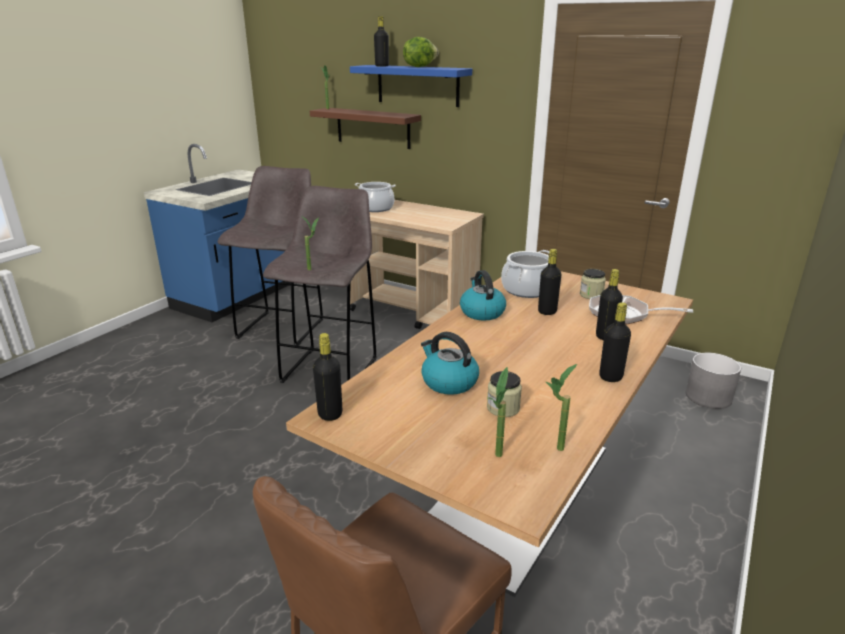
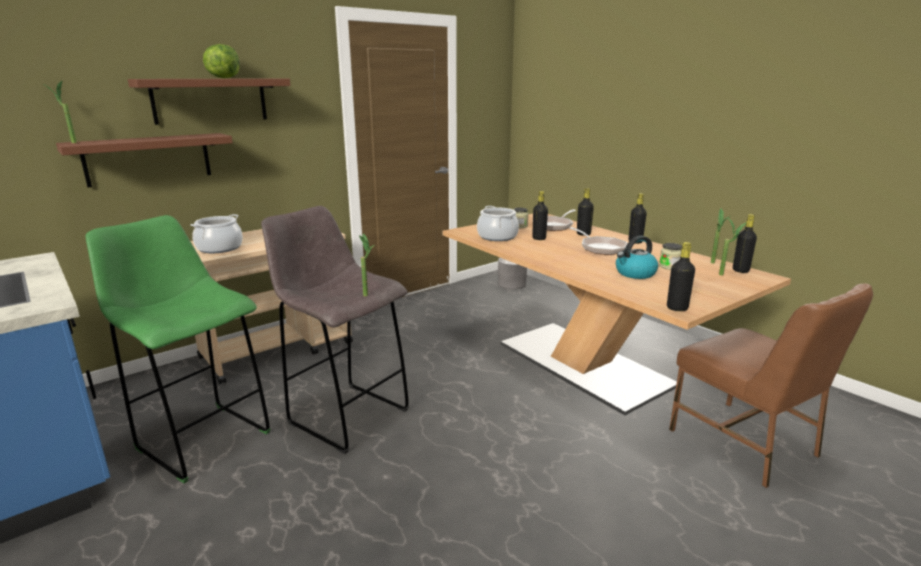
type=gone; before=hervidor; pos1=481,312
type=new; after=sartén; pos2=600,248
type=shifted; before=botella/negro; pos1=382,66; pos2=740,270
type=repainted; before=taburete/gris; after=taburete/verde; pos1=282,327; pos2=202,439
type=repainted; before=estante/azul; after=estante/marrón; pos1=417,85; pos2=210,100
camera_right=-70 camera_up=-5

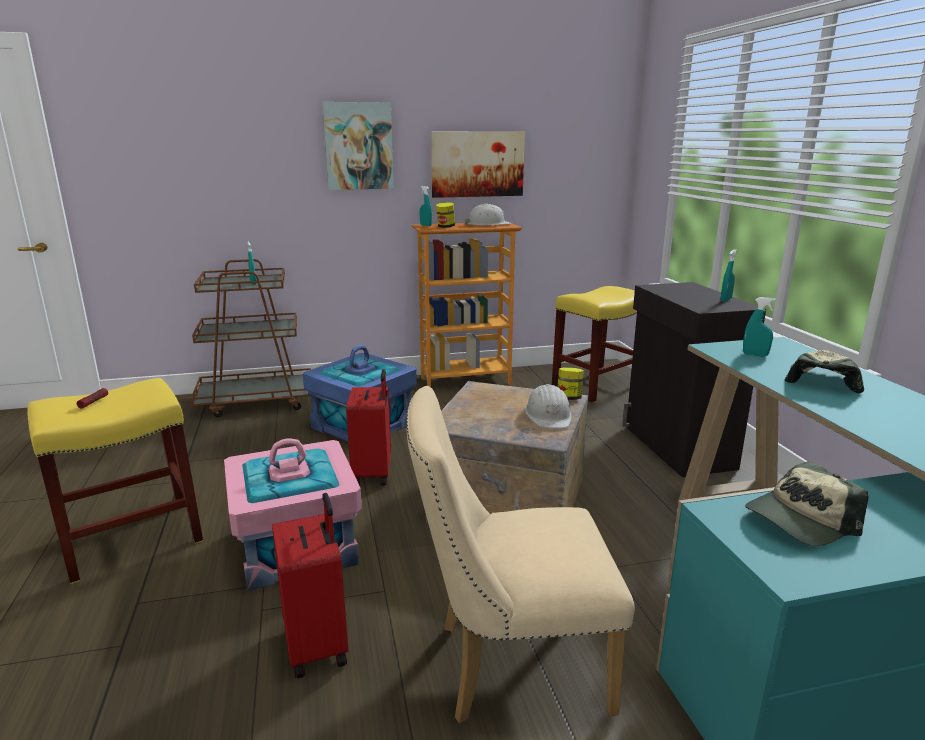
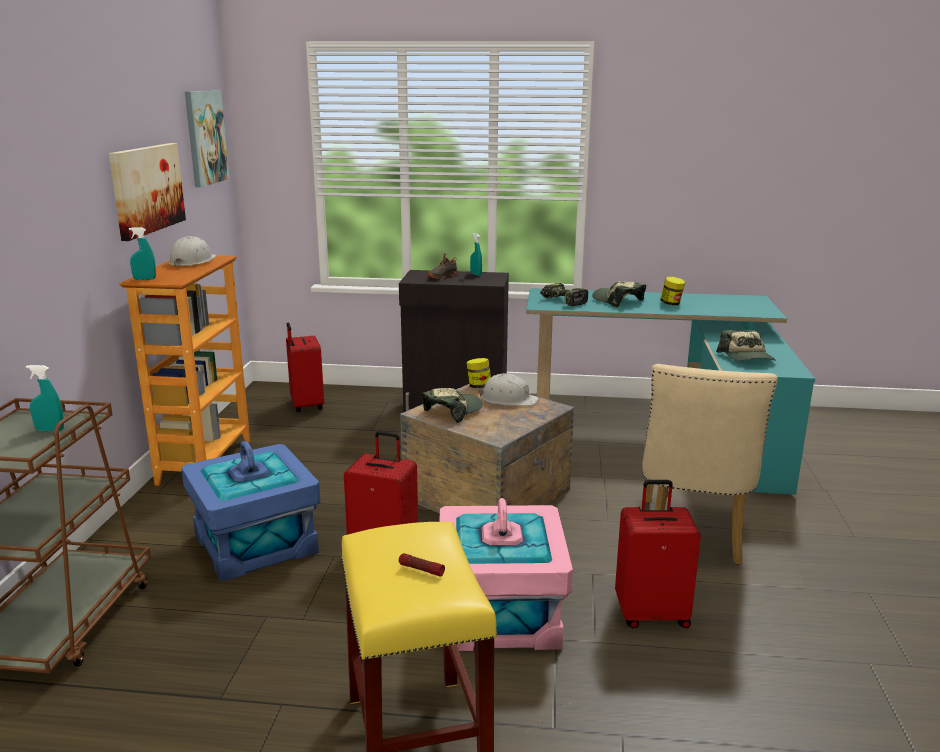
type=new; after=gorra; pos2=452,411
type=new; after=zapato/negro; pos2=441,276
type=shifted; before=cuadro; pos1=358,146; pos2=205,137
type=shifted; before=tarro; pos1=445,227; pos2=671,304
type=swapped; before=taburete/amarillo; after=maleta/rojo; pos1=596,386; pos2=305,406
type=swapped; before=pulverizador/turquesa; after=taladro; pos1=755,355; pos2=562,301
camera_right=-70 camera_up=0

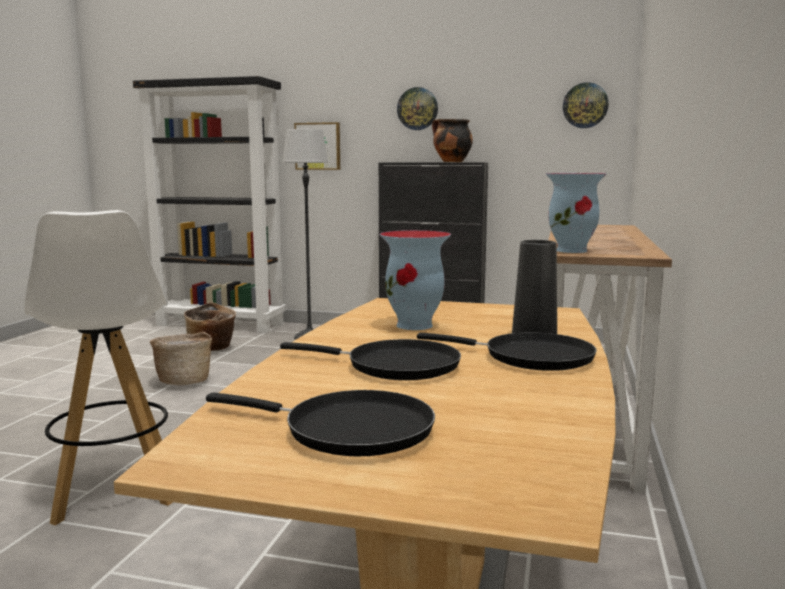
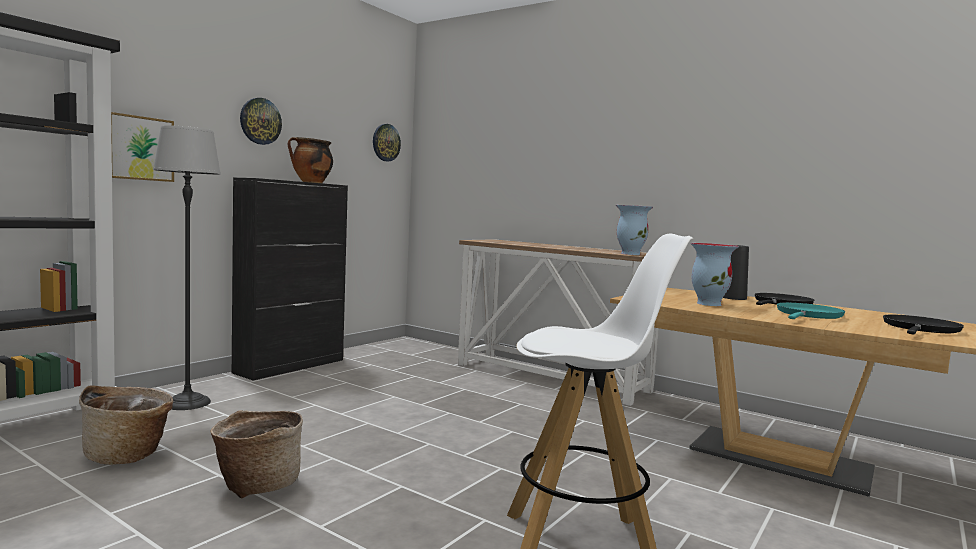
type=repainted; before=sartén/negro; after=sartén/turquesa; pos1=395,366; pos2=808,315
camera_right=-70 camera_up=-5

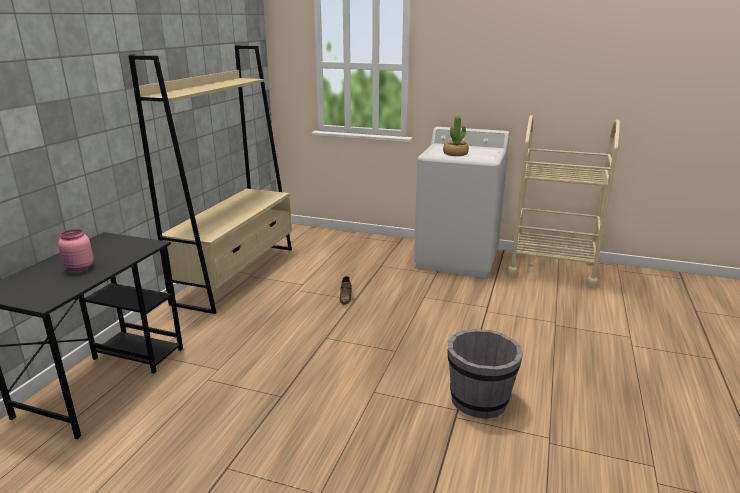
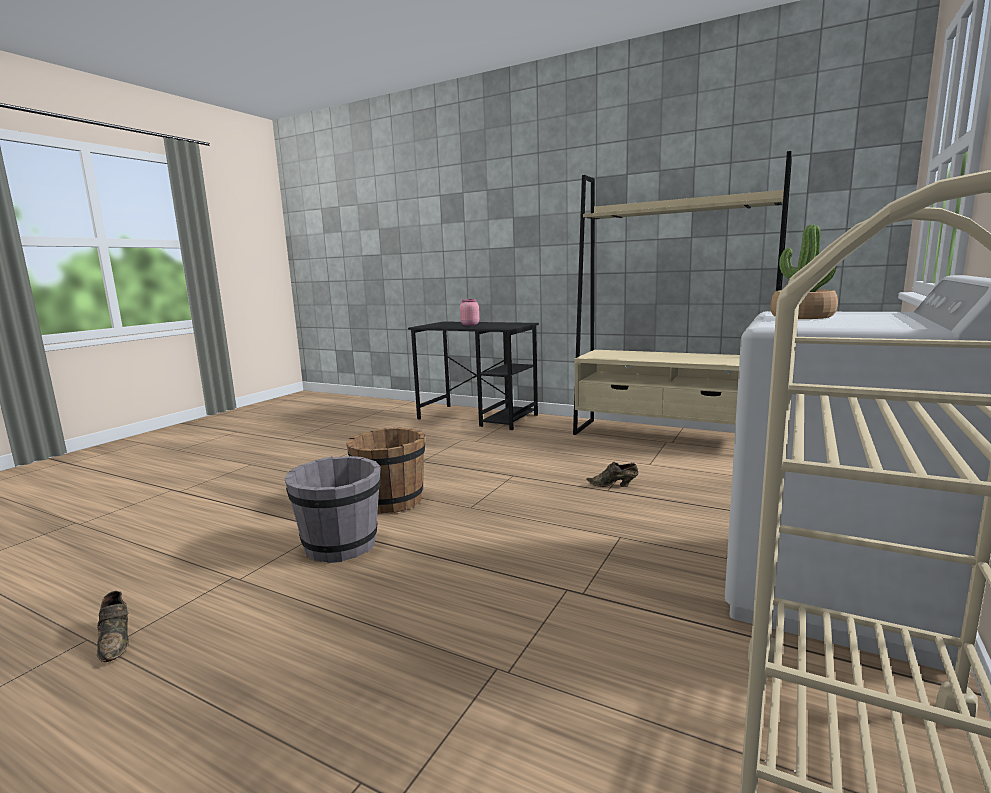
type=new; after=zapato/marrón; pos2=116,641
type=new; after=cubo/marrón; pos2=391,502
camera_right=100 camera_up=-10

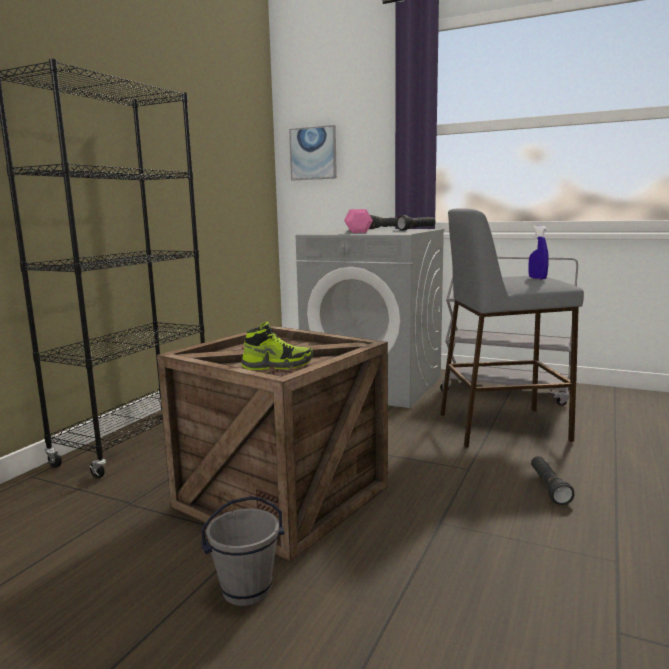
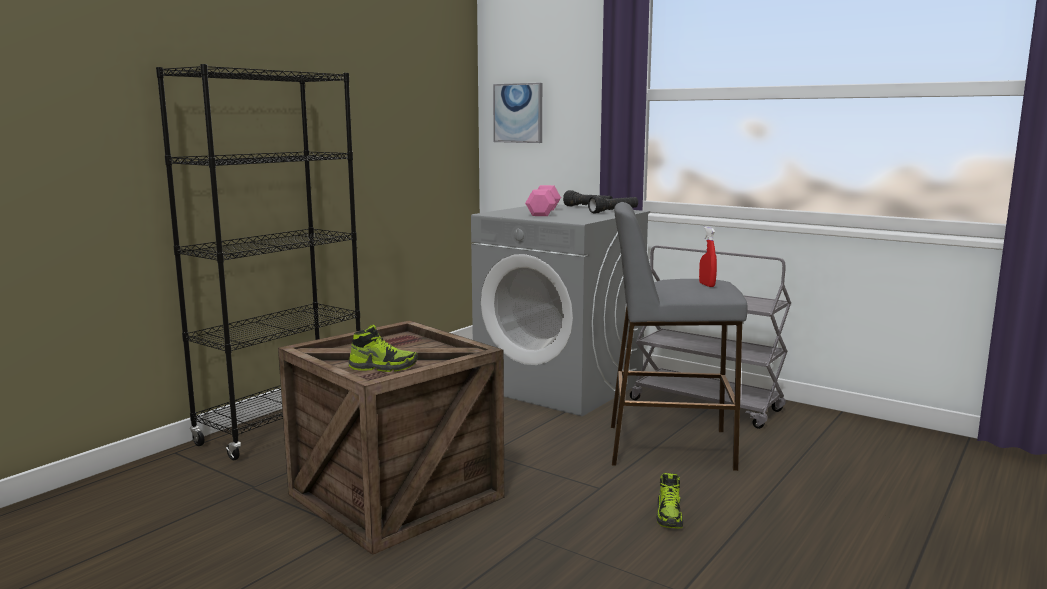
type=gone; before=cubo/gris; pos1=247,591
type=swapped; before=linterna/negro; after=zapato; pos1=548,488; pos2=669,516
type=repainted; before=pulverizador/azul; after=pulverizador/rojo; pos1=537,278; pos2=707,285
camera_right=10 camera_up=0

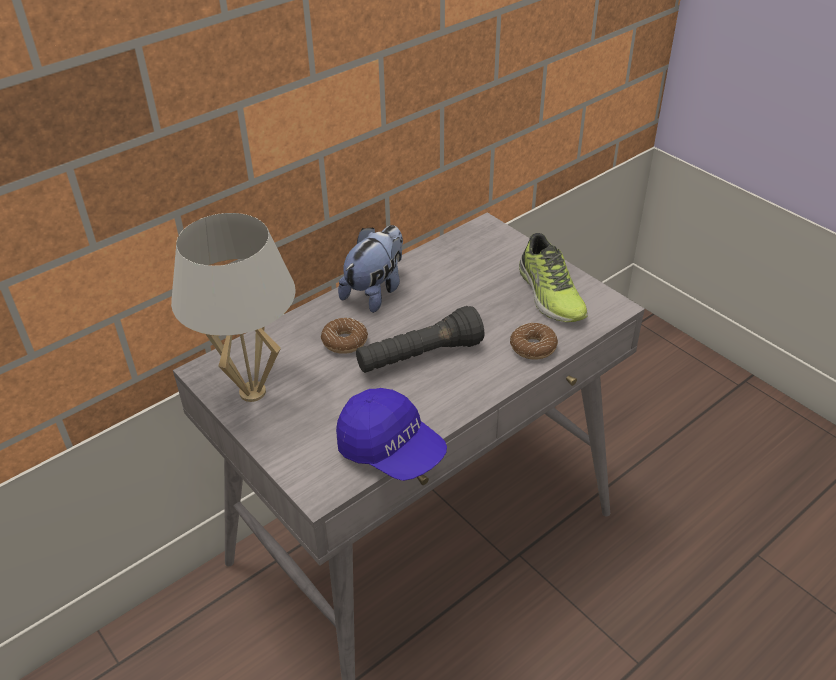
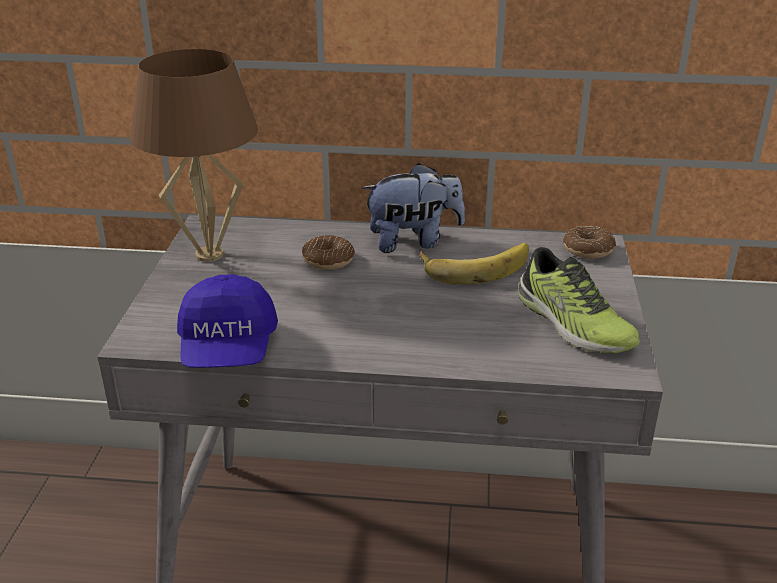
type=gone; before=linterna/negro; pos1=419,357
type=new; after=plátano; pos2=474,265
type=shifted; before=rosquilla; pos1=533,347; pos2=588,250
type=repainted; before=lámpara de mesa/blanco; after=lámpara de mesa/marrón; pos1=253,392; pos2=209,255
type=rotated; before=zapato; pos1=549,294; pos2=572,323; turn=-60
camera_right=45 camera_up=-10

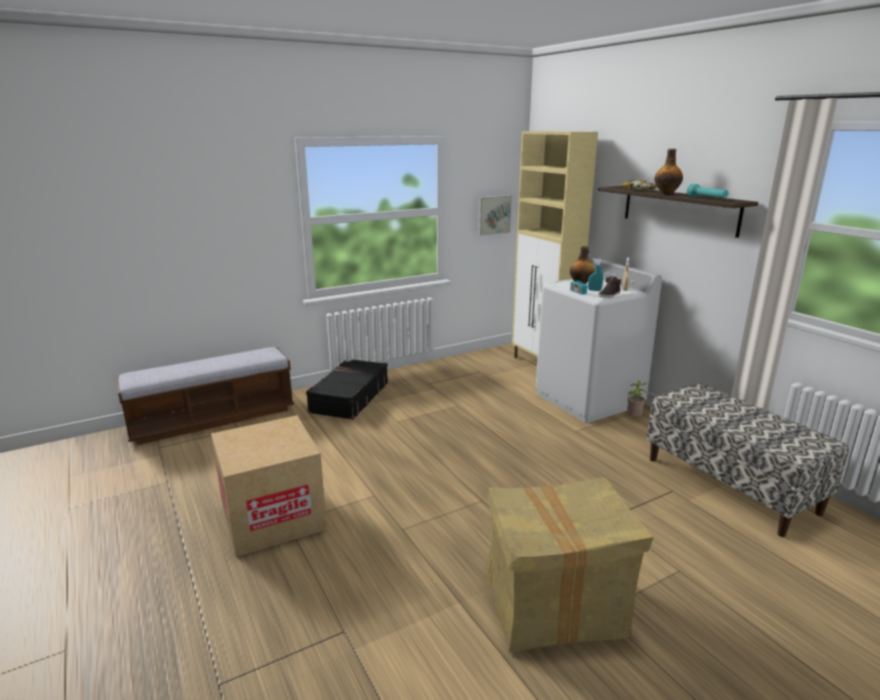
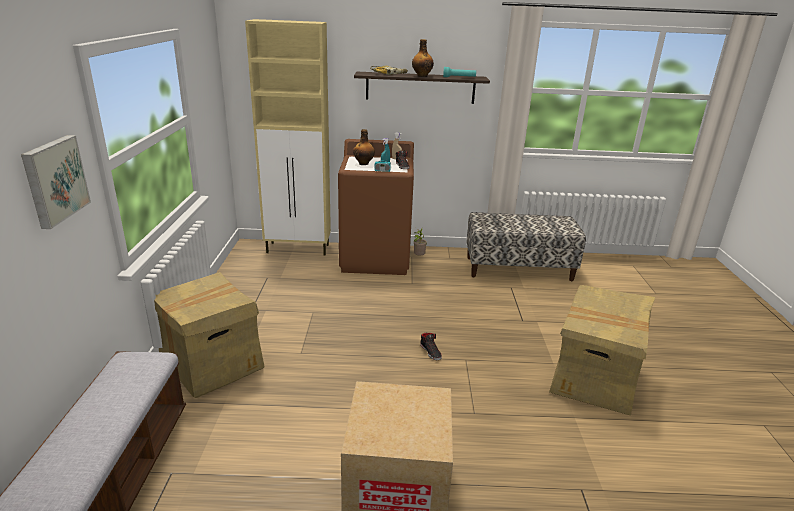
type=new; after=zapato/negro; pos2=431,351
type=shifted; before=cuadro; pos1=493,214; pos2=54,180
type=swapped; before=maleta/negro; after=caja de cartón; pos1=349,397; pos2=212,363
type=repainted; before=lavadora/blanco; after=lavadora/marrón; pos1=589,400; pos2=376,258
camera_right=-60 camera_up=5

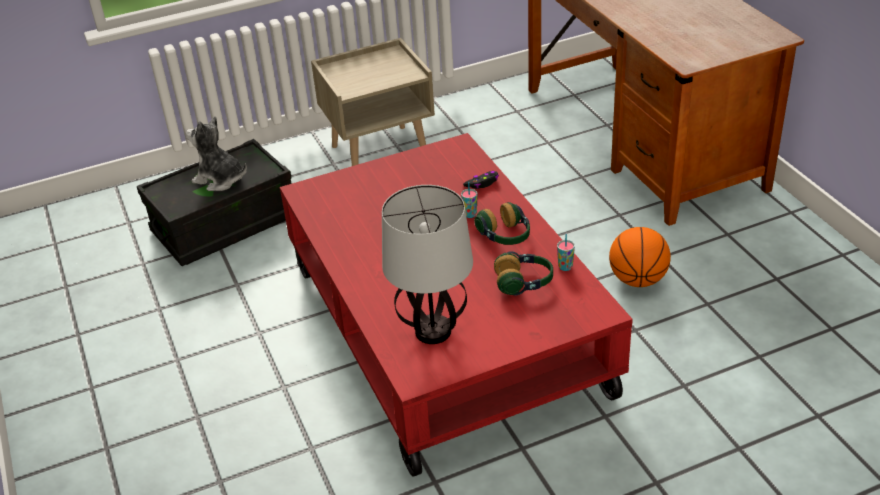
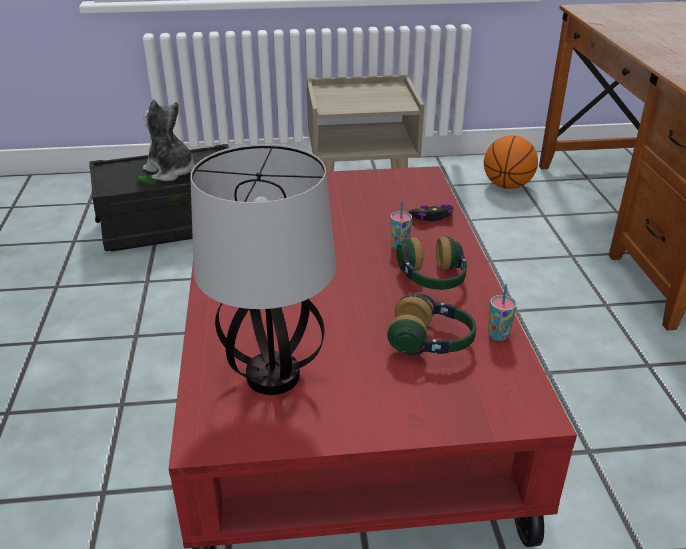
type=shifted; before=balón de baloncesto; pos1=637,280; pos2=507,186
camera_right=15 camera_up=-5

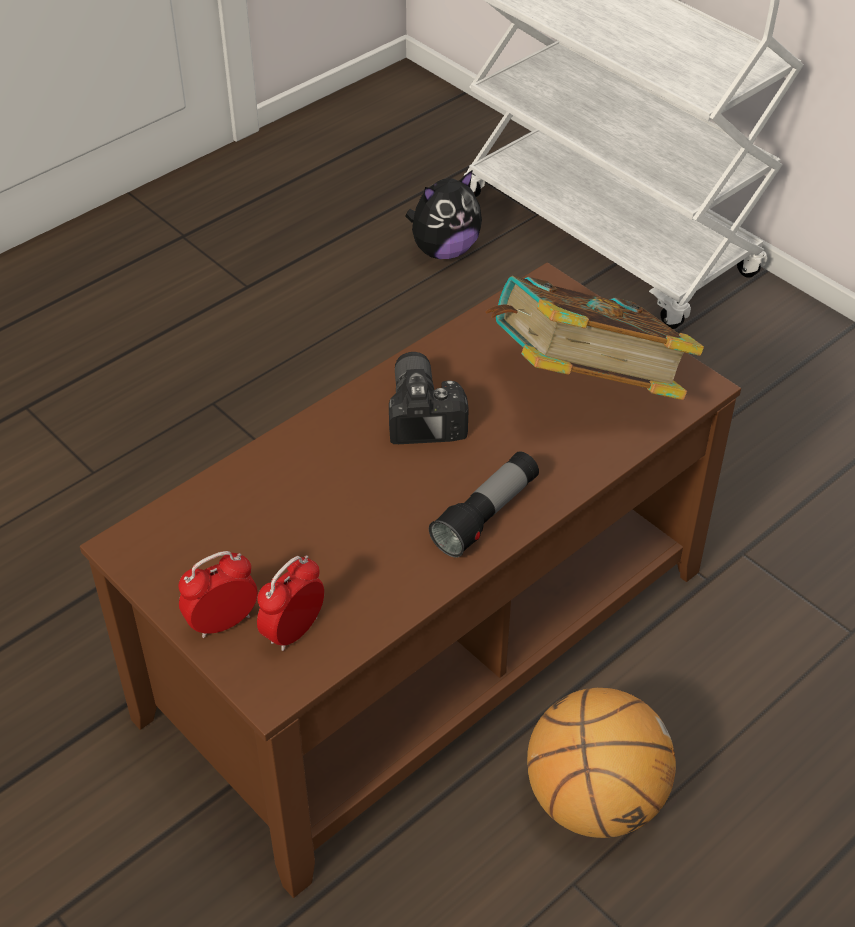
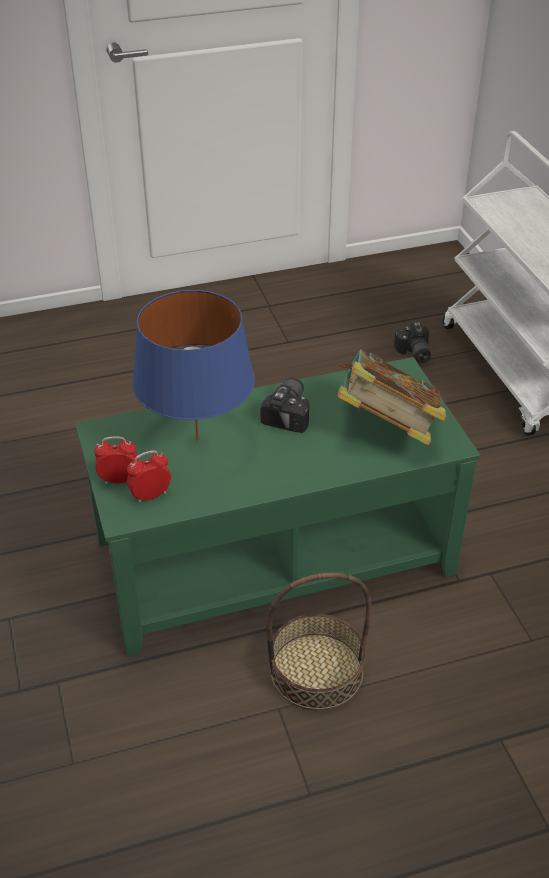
type=gone; before=linterna; pos1=486,515
type=new; after=lámpara de mesa/azul; pos2=197,440
type=swapped; before=peluche; after=cámara; pos1=444,250; pos2=413,353
type=swapped; before=balón de baloncesto; after=cesta; pos1=593,800; pos2=316,671
type=repainted; before=mesa de centro/marrón; after=mesa de centro/verde; pos1=427,644; pos2=274,557
camera_right=25 camera_up=-5

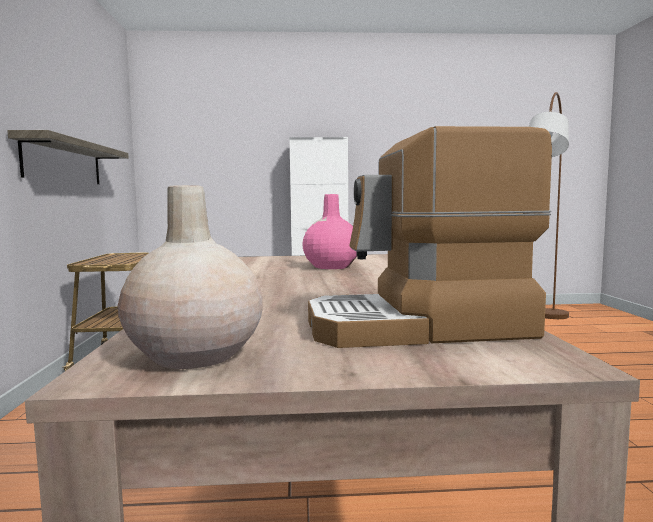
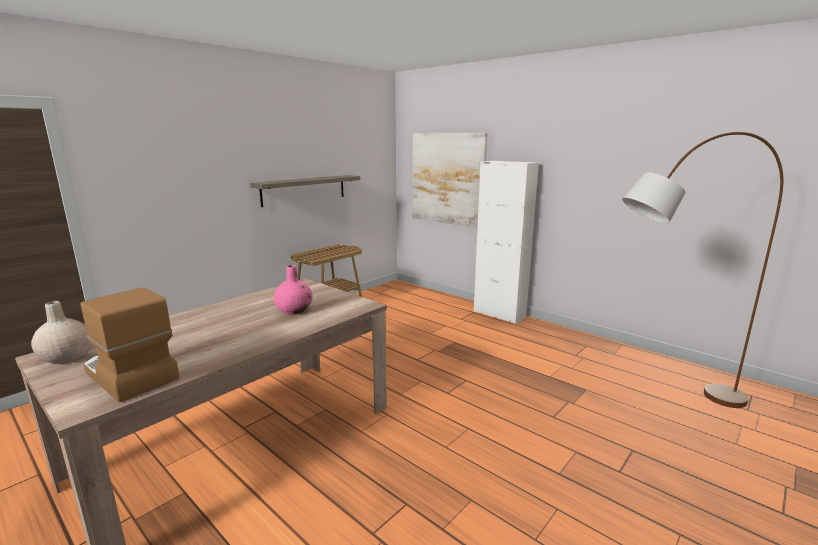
type=new; after=cuadro; pos2=447,179
camera_right=45 camera_up=10

